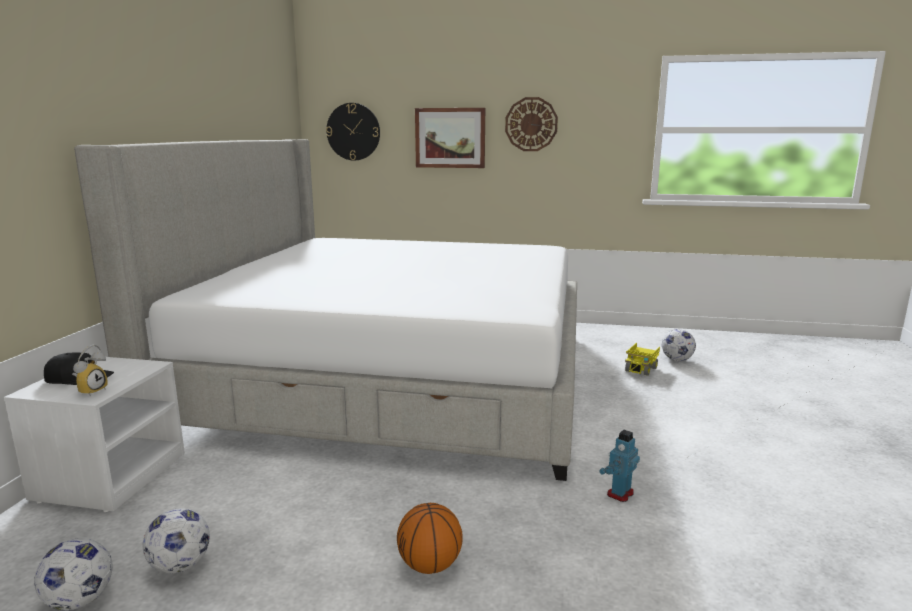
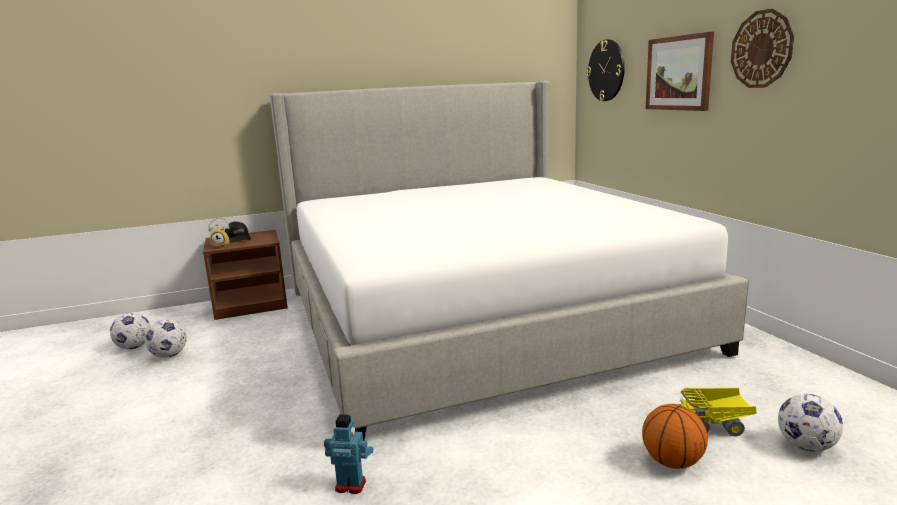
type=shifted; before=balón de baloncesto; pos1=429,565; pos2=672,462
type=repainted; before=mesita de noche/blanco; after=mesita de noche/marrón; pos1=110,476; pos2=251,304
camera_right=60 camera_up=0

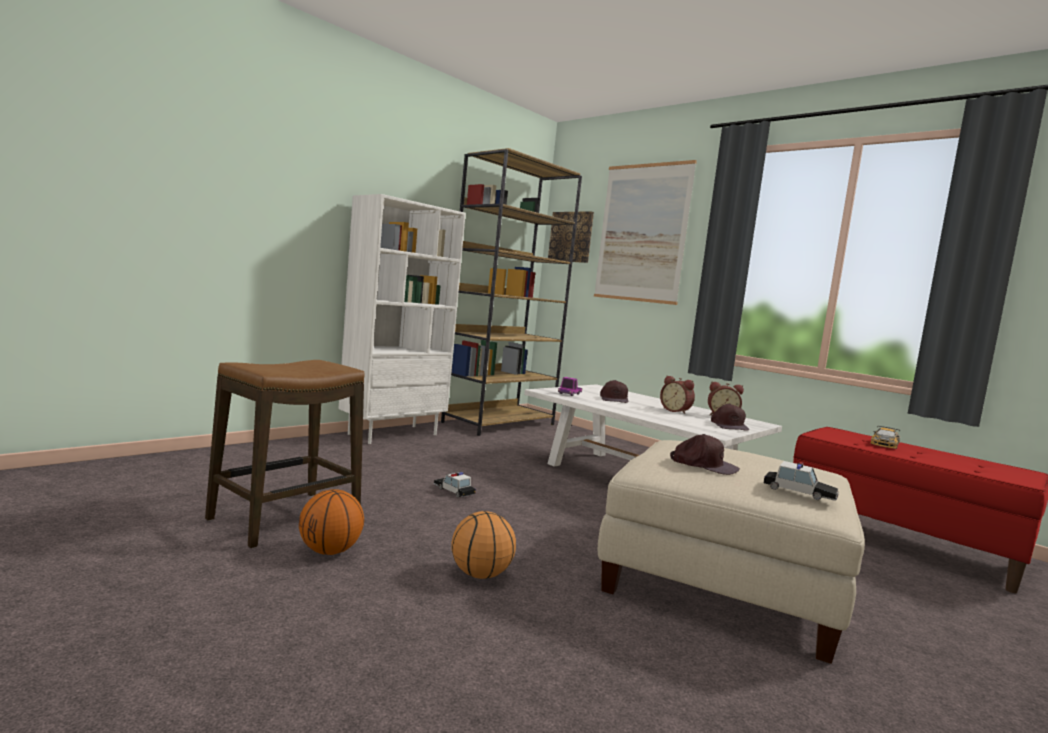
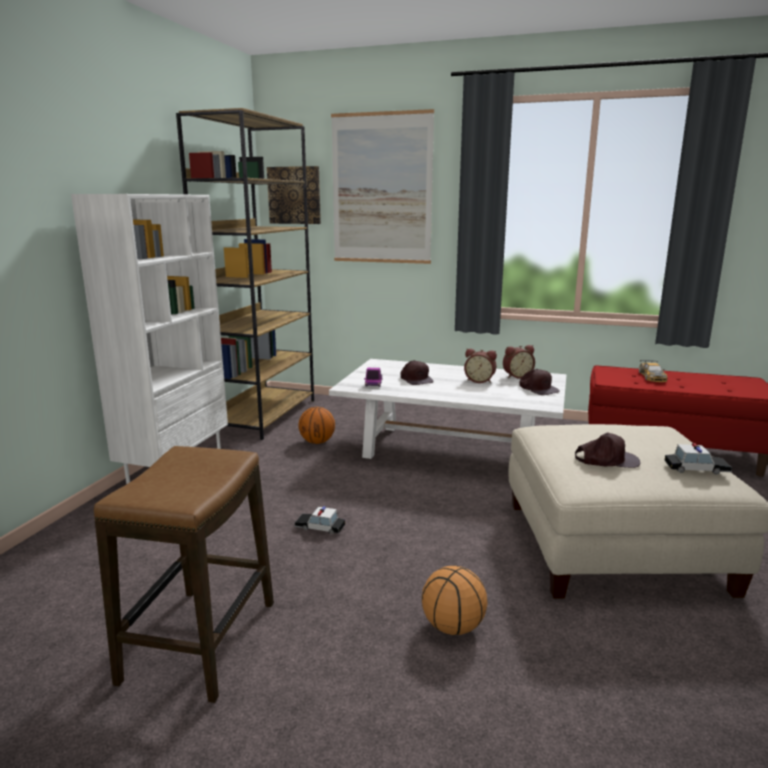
type=shifted; before=balón de baloncesto; pos1=329,551; pos2=317,442
camera_right=-25 camera_up=10

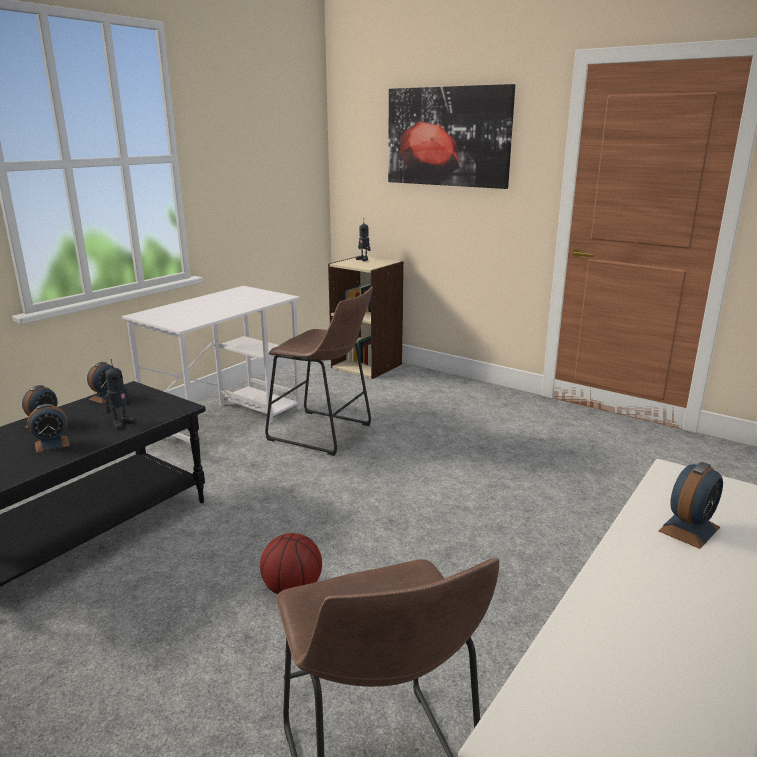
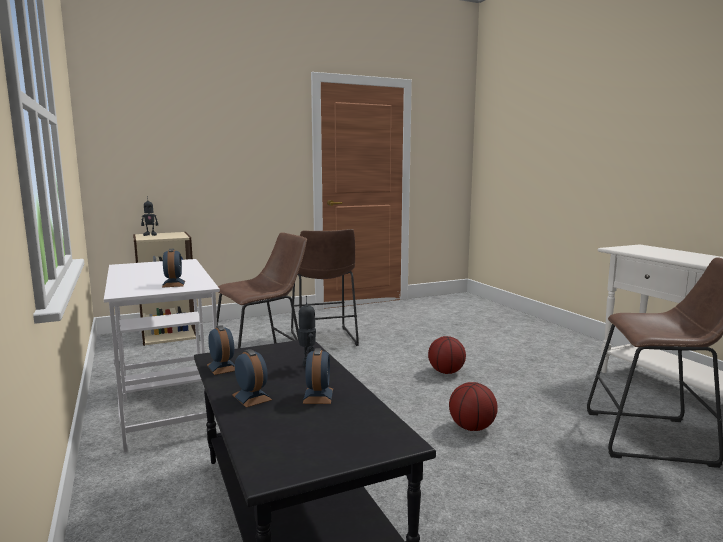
type=gone; before=cuadro; pos1=448,137
type=new; after=taburete/marrón; pos2=323,340
type=new; after=balón de baloncesto; pos2=446,372
type=shifted; before=despertador; pos1=689,529; pos2=173,284
camera_right=-60 camera_up=-10

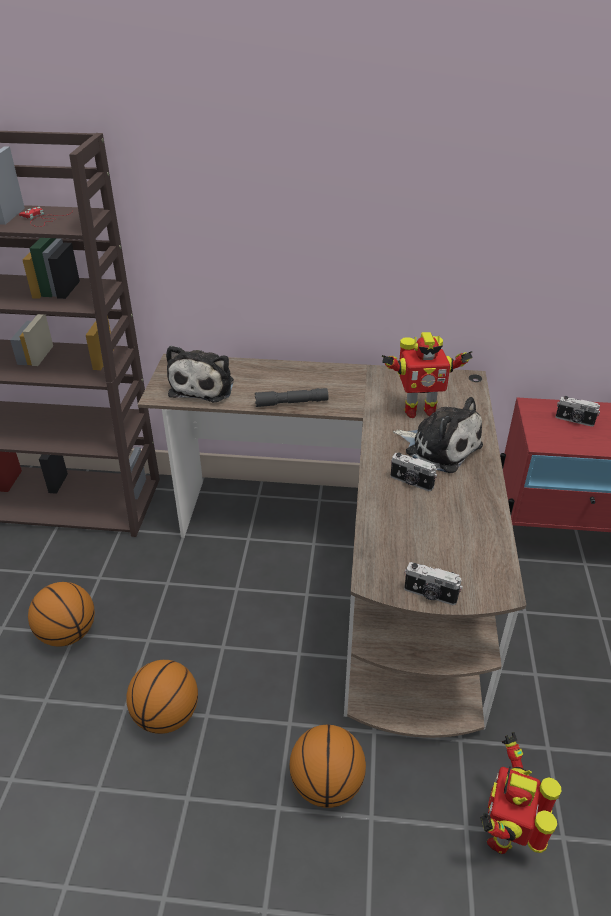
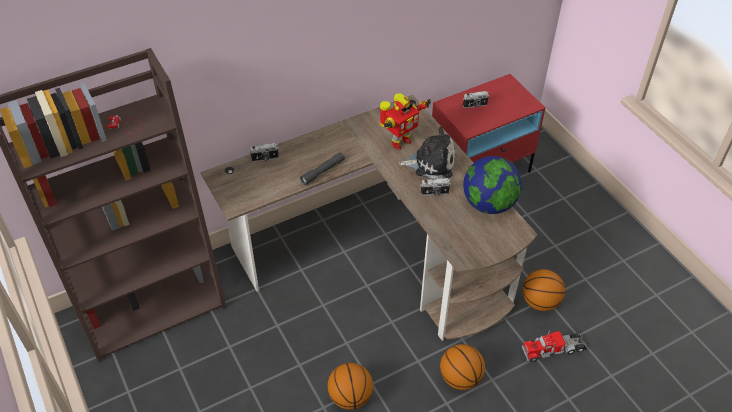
type=gone; before=peluche; pos1=204,386
type=new; after=globo terráqueo; pos2=489,204
type=shifted; before=balón de baloncesto; pos1=68,633; pos2=540,301
type=shifted; before=cámara; pos1=430,595; pos2=265,158
type=swapped; before=robot de juguete; after=camión de juguete; pos1=504,833; pos2=553,349
camera_right=-35 camera_up=10

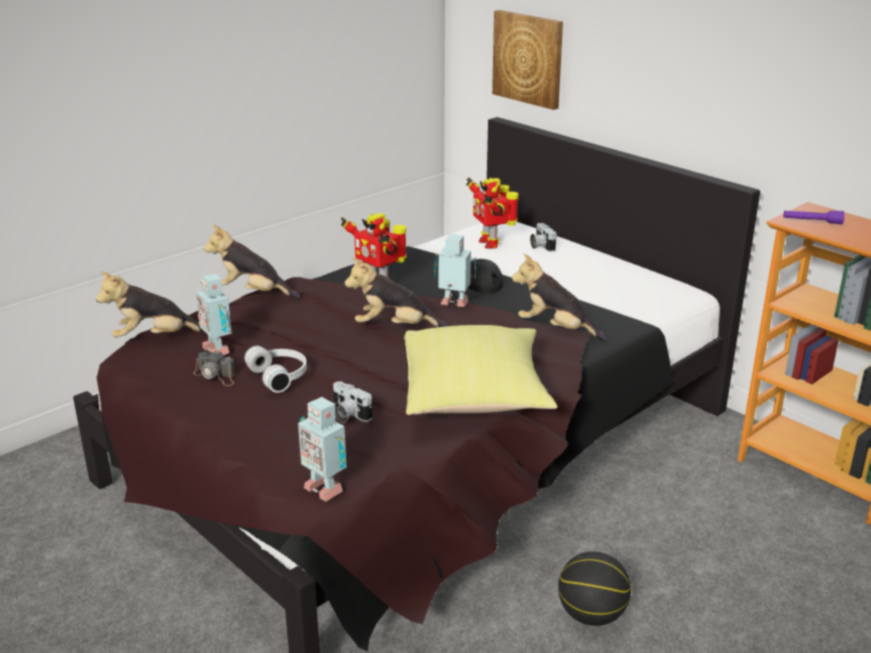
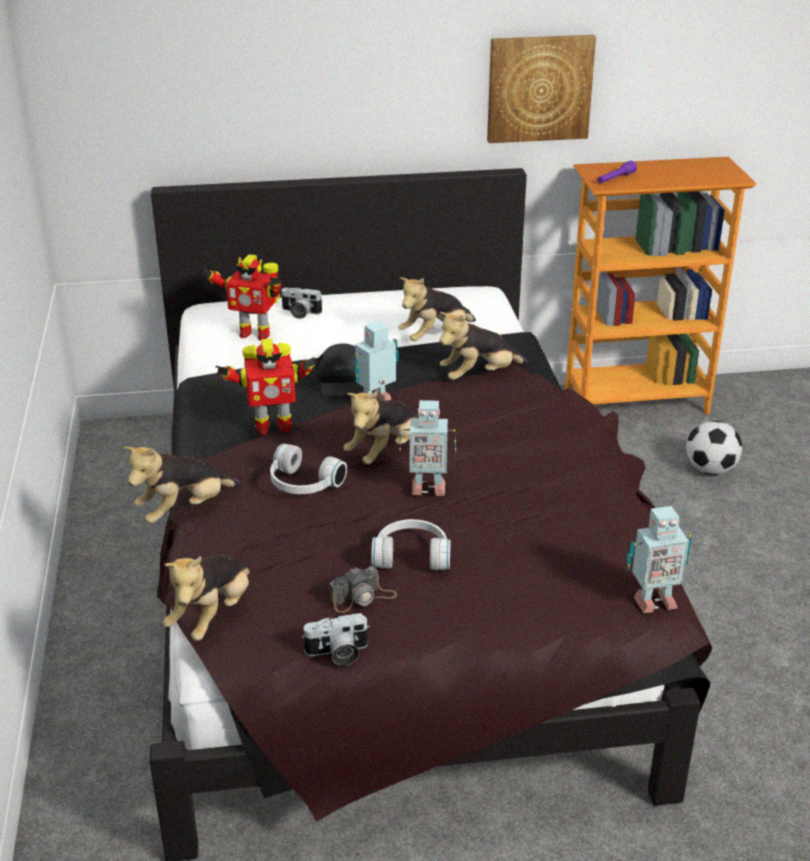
type=gone; before=cojín/amarillo; pos1=475,397
type=gone; before=balón de baloncesto; pos1=592,615
type=new; after=auriculares/blanco; pos2=302,485
type=new; after=peluche; pos2=435,336
type=new; after=balón de fútbol; pos2=710,470
type=shifted; before=robot de juguete; pos1=218,349; pos2=427,487
type=shifted; before=cámara; pos1=348,414; pos2=337,653
type=shifted; before=cuadro; pos1=528,58; pos2=539,88
camera_right=-55 camera_up=5

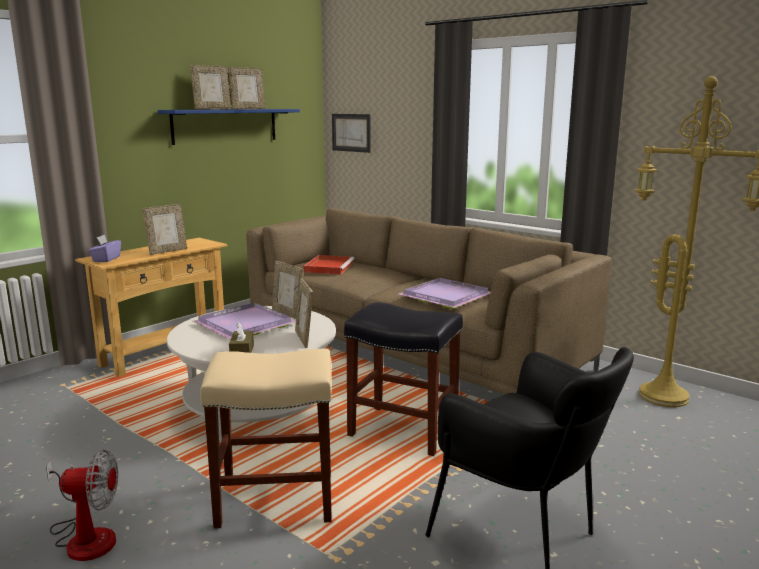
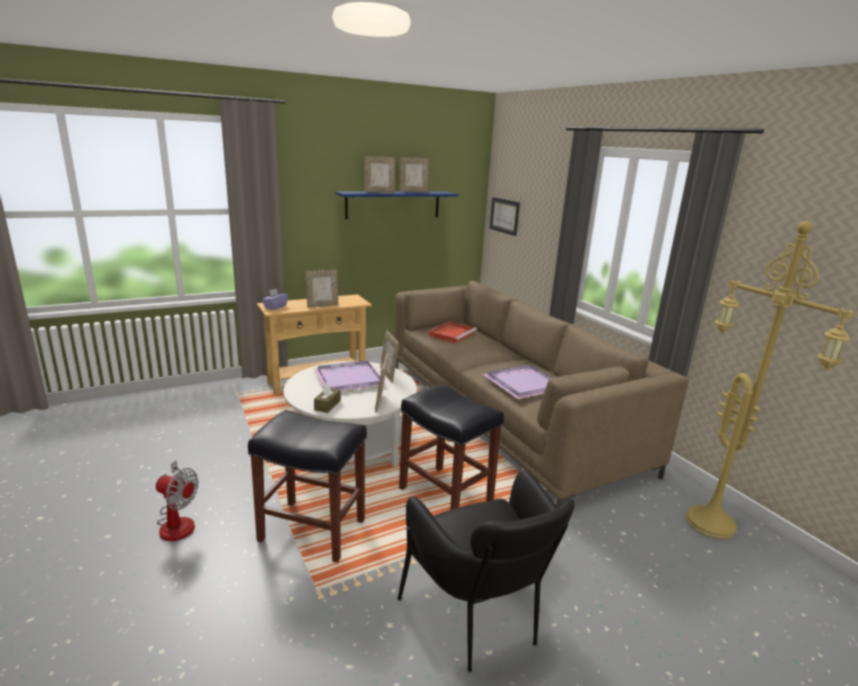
type=repainted; before=taburete/beis; after=taburete/negro; pos1=274,500; pos2=311,530
camera_right=20 camera_up=5

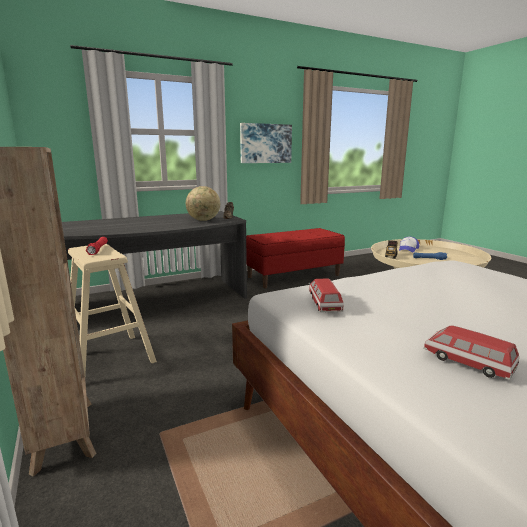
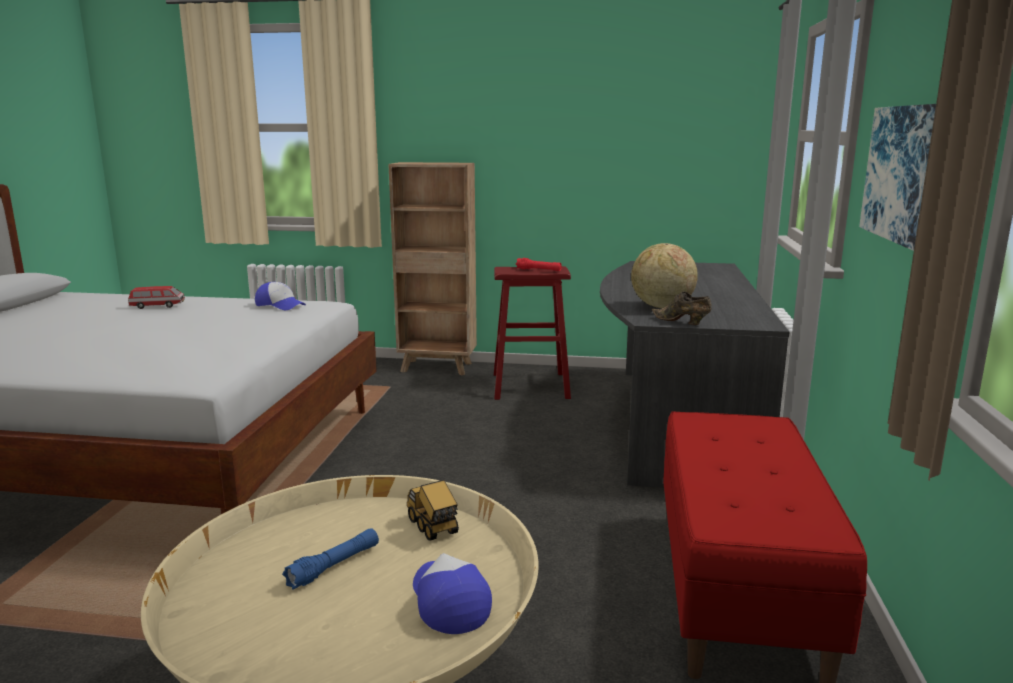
type=swapped; before=coche de juguete; after=gorra; pos1=324,304; pos2=280,305
type=repainted; before=taburete/beis; after=taburete/rojo; pos1=109,358; pos2=530,385
camera_right=125 camera_up=0

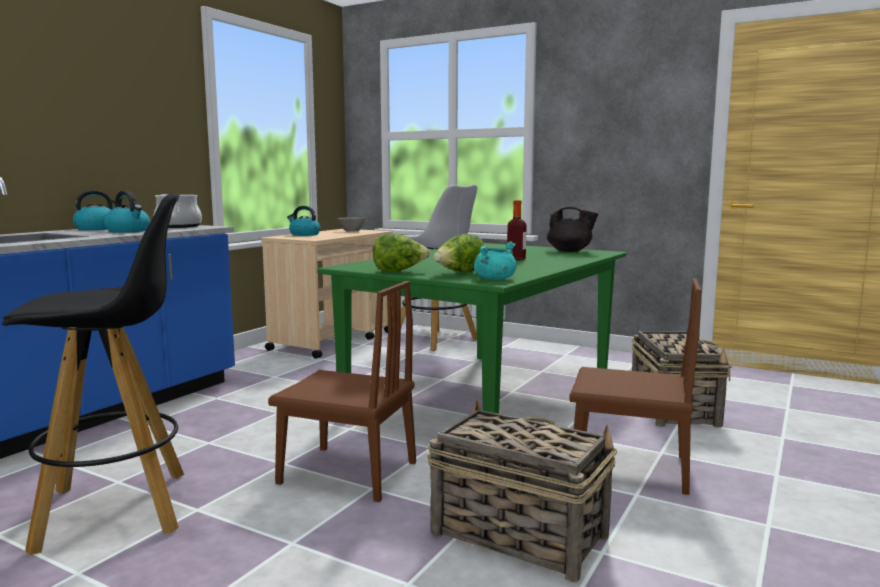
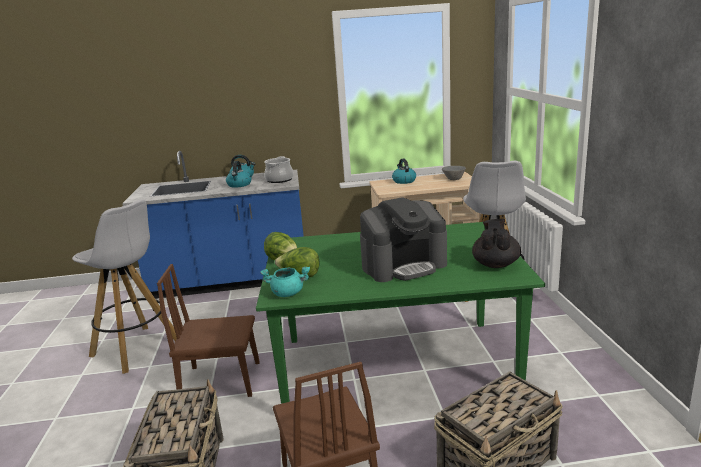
type=swapped; before=botella; after=cafetera; pos1=516,259; pos2=404,265
type=repainted; before=taburete/negro; after=taburete/blanco; pos1=118,510; pos2=137,349
type=rotated; before=silla/marrón; pos1=347,473; pos2=221,381; turn=105
type=rotated; before=tetera/negro; pos1=570,251; pos2=495,264; turn=-150
camera_right=55 camera_up=10

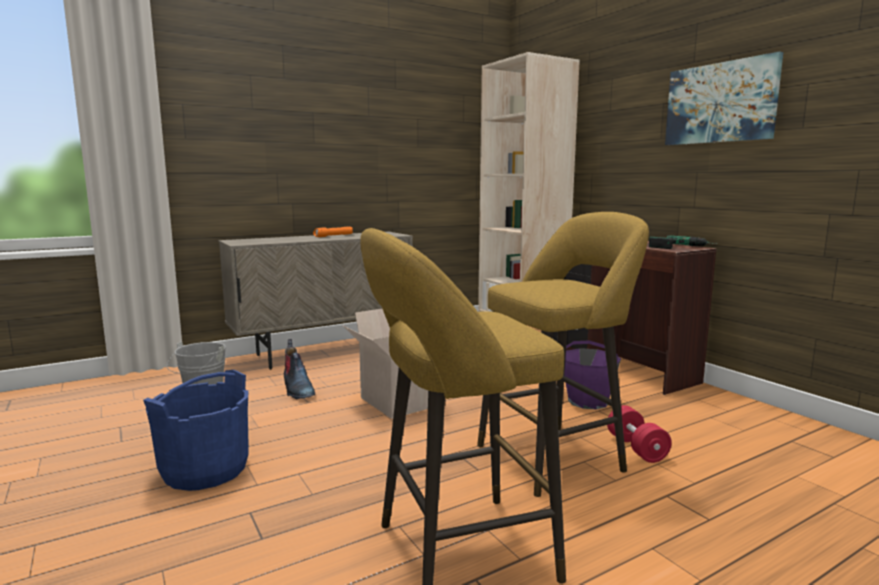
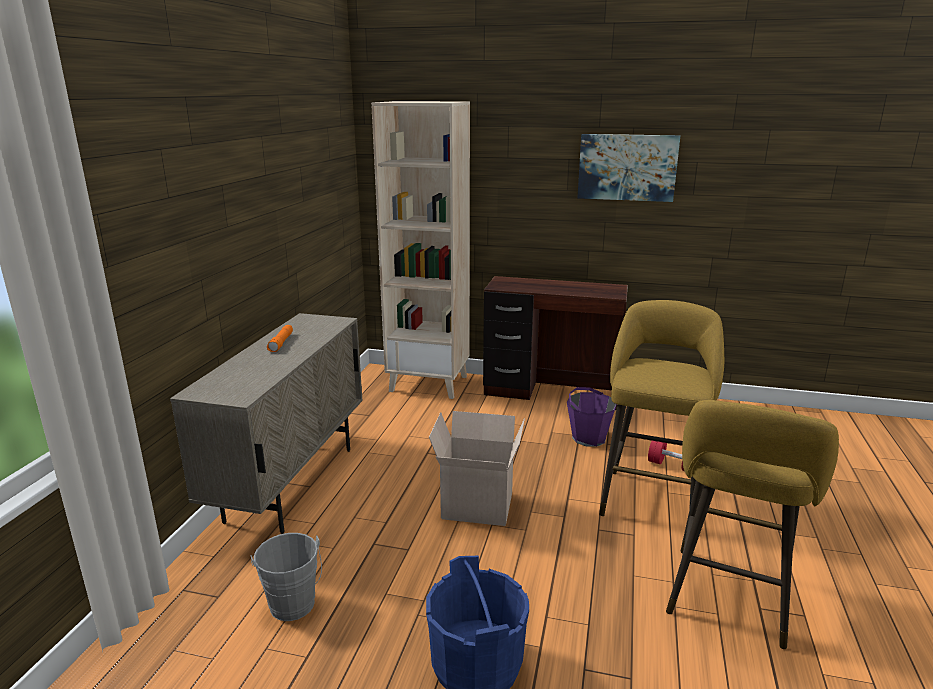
type=gone; before=bota; pos1=297,390
type=gone; before=taladro; pos1=683,247
camera_right=-45 camera_up=10

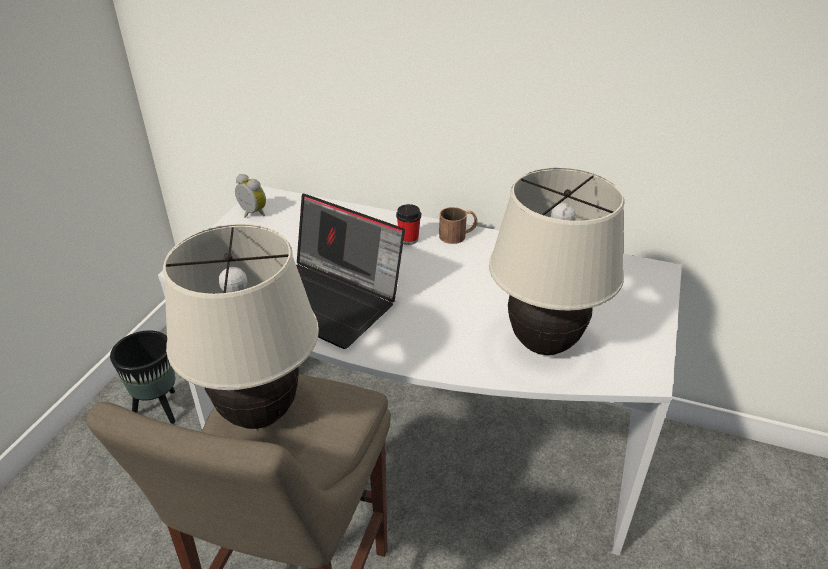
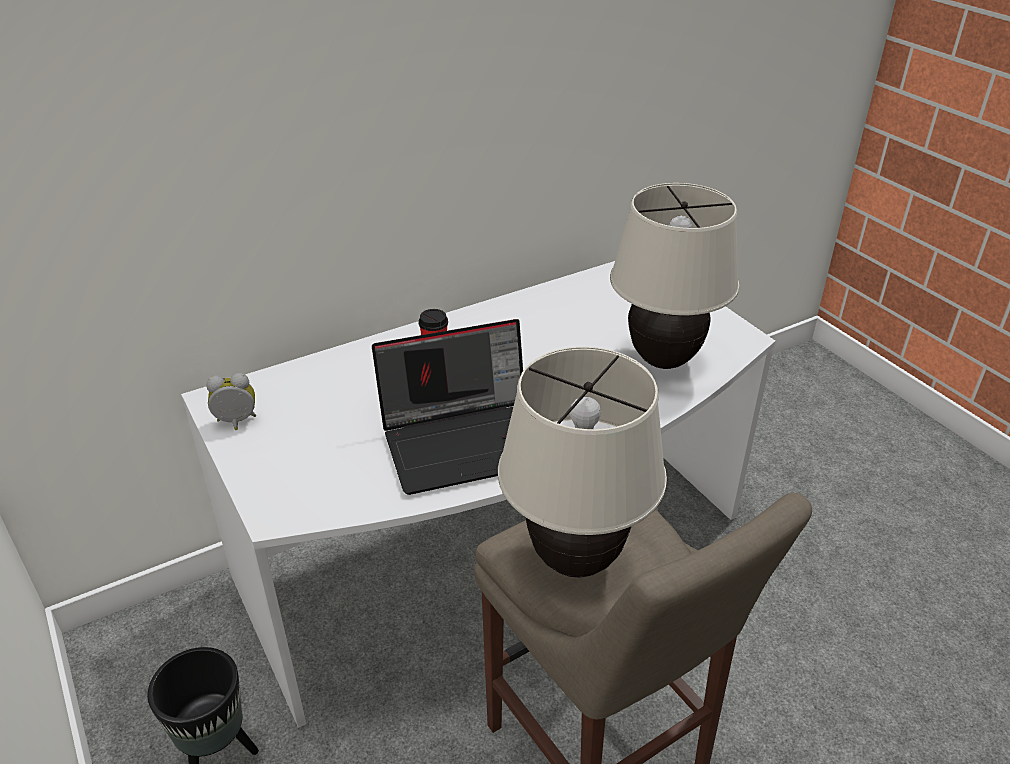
type=gone; before=taza grande/marrón; pos1=458,235
camera_right=-50 camera_up=0

